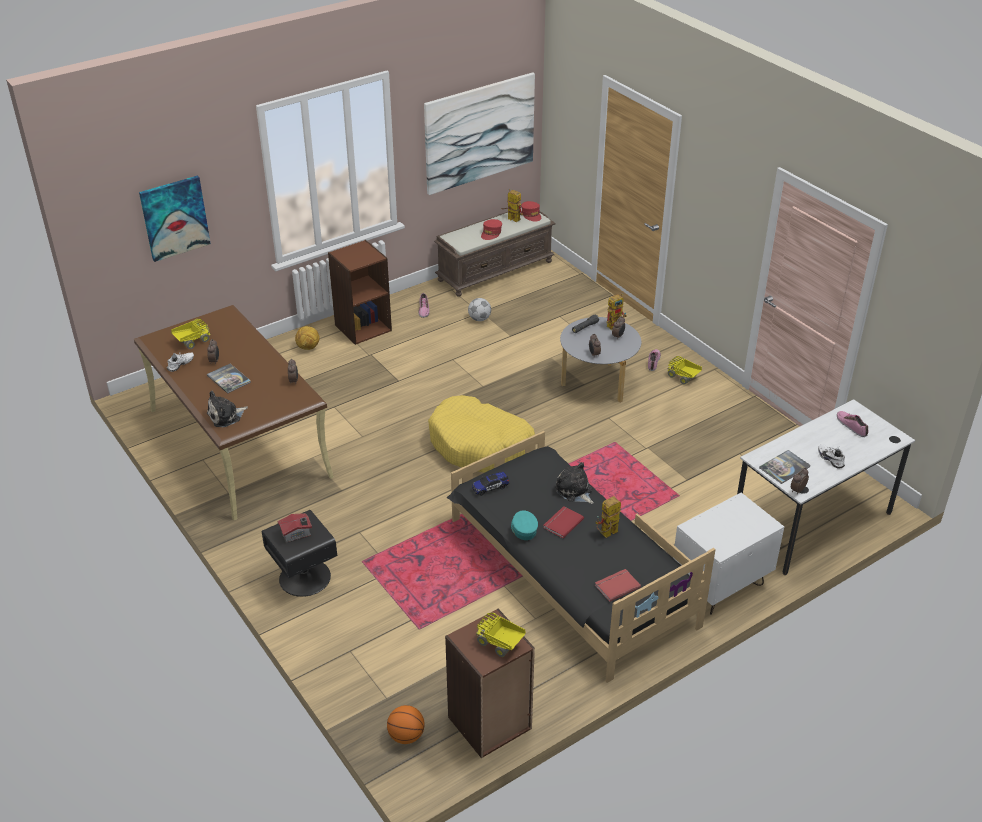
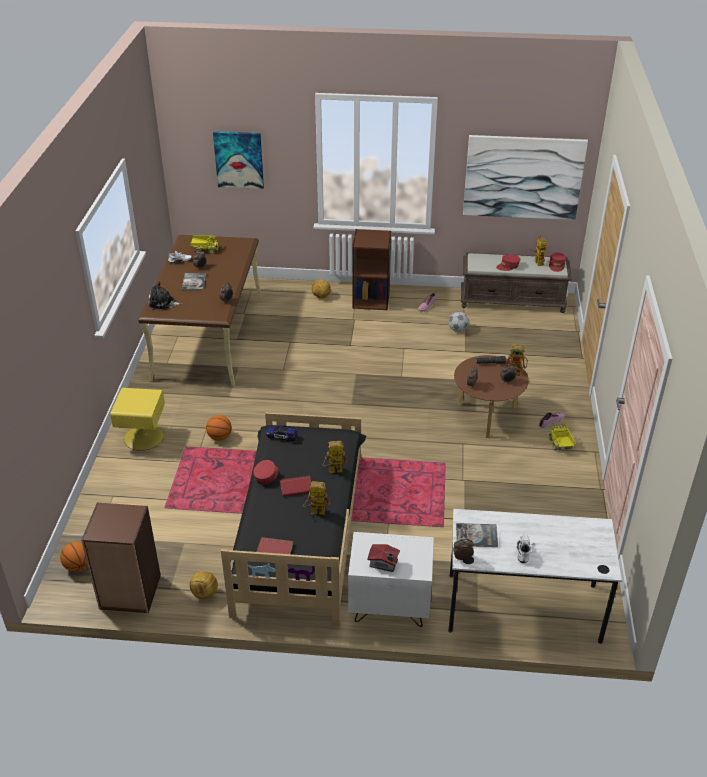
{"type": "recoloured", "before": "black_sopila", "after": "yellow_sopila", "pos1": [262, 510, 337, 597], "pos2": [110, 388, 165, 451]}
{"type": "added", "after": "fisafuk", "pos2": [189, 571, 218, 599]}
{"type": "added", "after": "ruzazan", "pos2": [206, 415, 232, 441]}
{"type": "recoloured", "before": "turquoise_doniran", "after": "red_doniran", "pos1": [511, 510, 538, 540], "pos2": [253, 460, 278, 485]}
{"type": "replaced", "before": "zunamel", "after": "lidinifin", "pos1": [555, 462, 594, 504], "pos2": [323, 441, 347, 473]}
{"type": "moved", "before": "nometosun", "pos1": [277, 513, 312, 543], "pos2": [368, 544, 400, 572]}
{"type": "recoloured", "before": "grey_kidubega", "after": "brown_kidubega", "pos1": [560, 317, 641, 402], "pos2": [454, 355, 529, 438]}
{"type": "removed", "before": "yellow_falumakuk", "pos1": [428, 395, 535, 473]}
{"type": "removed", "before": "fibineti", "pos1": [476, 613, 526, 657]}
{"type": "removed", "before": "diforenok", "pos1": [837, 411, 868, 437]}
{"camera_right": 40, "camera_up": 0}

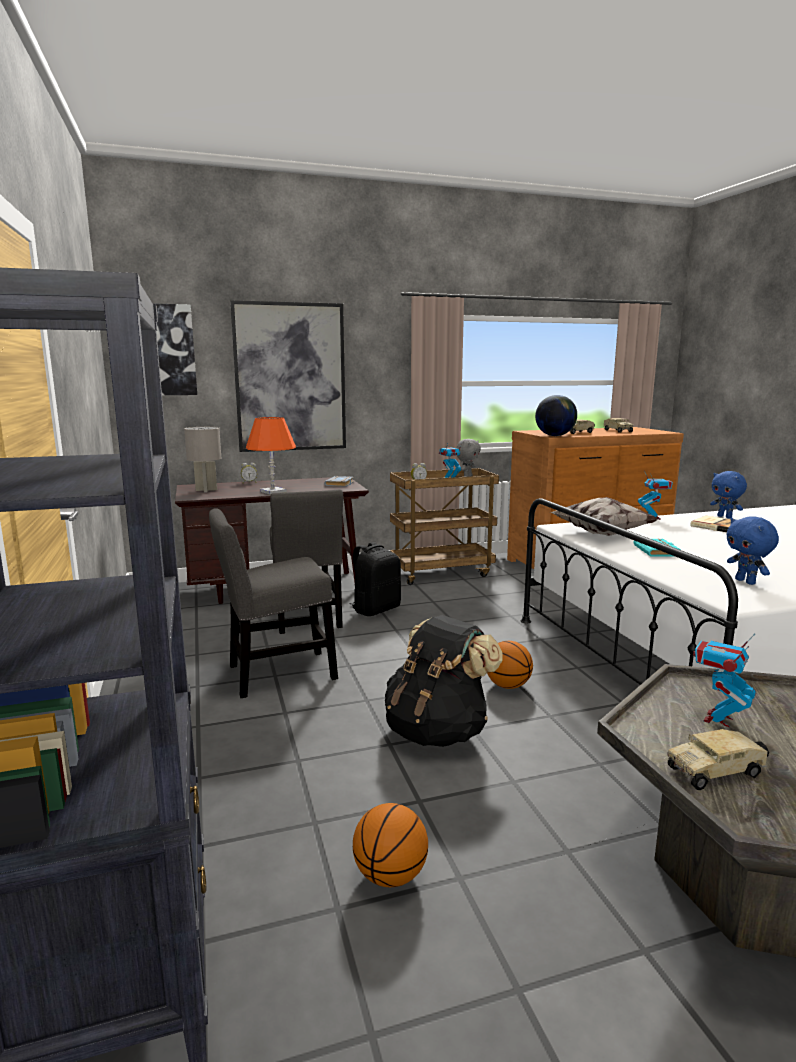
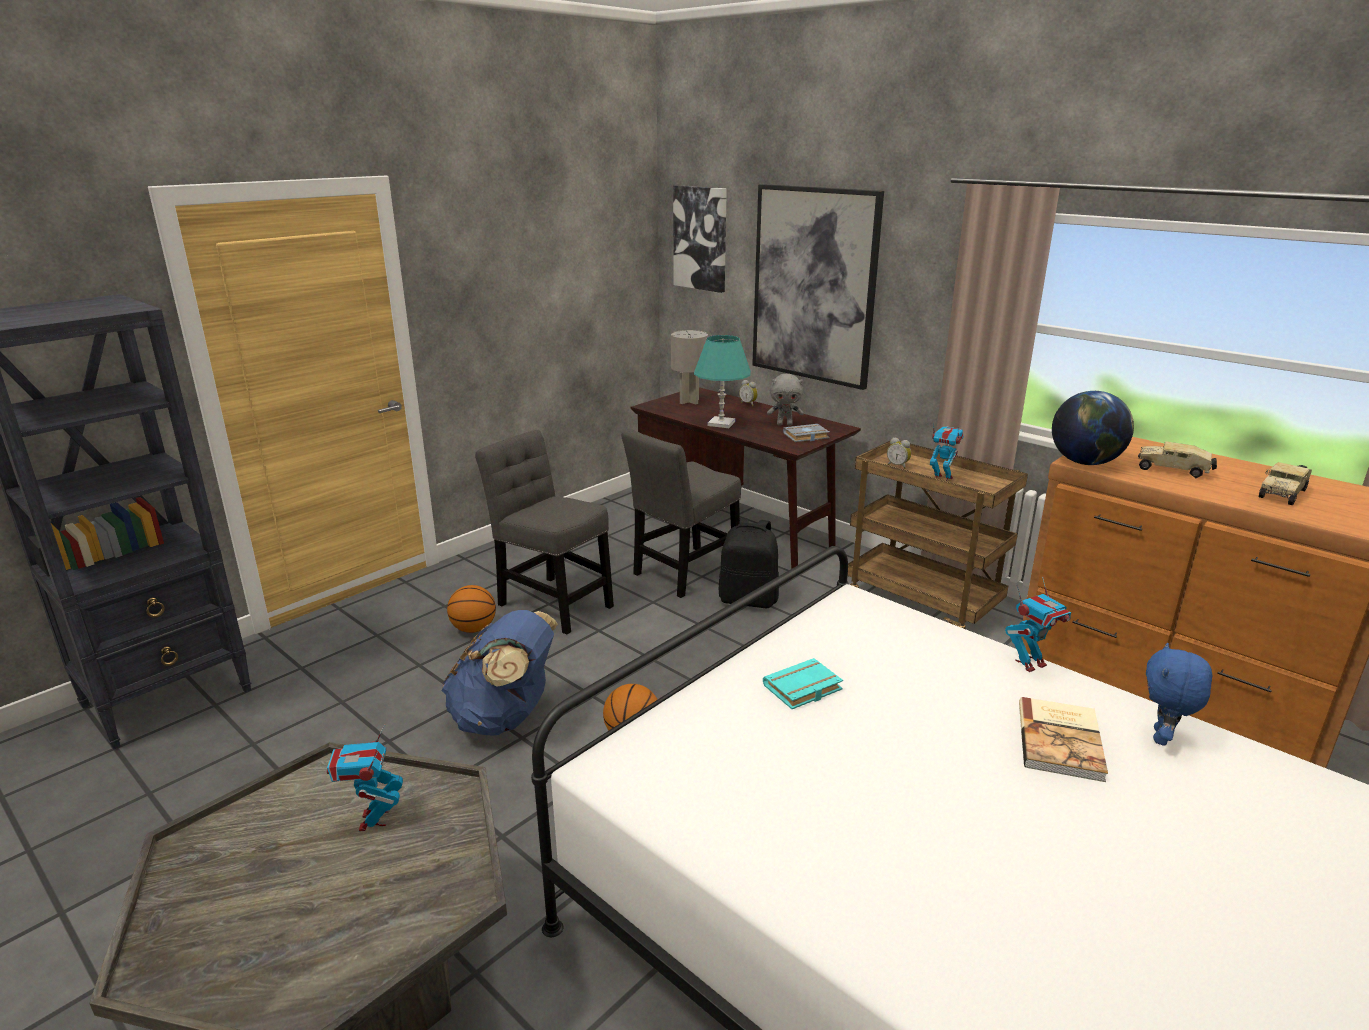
{"type": "turned", "before": "lidinifin", "pos1": [693, 634, 756, 727], "pos2": [327, 725, 403, 831], "turn": -105}
{"type": "recoloured", "before": "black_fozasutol", "after": "blue_fozasutol", "pos1": [385, 615, 503, 747], "pos2": [441, 610, 558, 736]}
{"type": "moved", "before": "ruzazan", "pos1": [353, 803, 428, 887], "pos2": [447, 585, 496, 633]}
{"type": "recoloured", "before": "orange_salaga", "after": "turquoise_salaga", "pos1": [246, 417, 296, 495], "pos2": [694, 335, 751, 428]}
{"type": "moved", "before": "grey_zunamel", "pos1": [456, 439, 481, 477], "pos2": [767, 374, 804, 426]}
{"type": "removed", "before": "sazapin", "pos1": [550, 497, 659, 536]}
{"type": "removed", "before": "fibineti", "pos1": [667, 729, 769, 790]}
{"type": "removed", "before": "blue_zunamel", "pos1": [726, 516, 779, 585]}
{"camera_right": 60, "camera_up": 10}

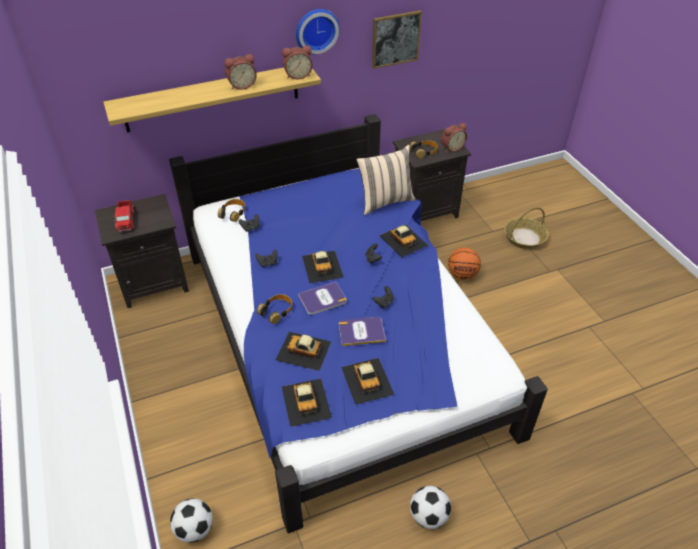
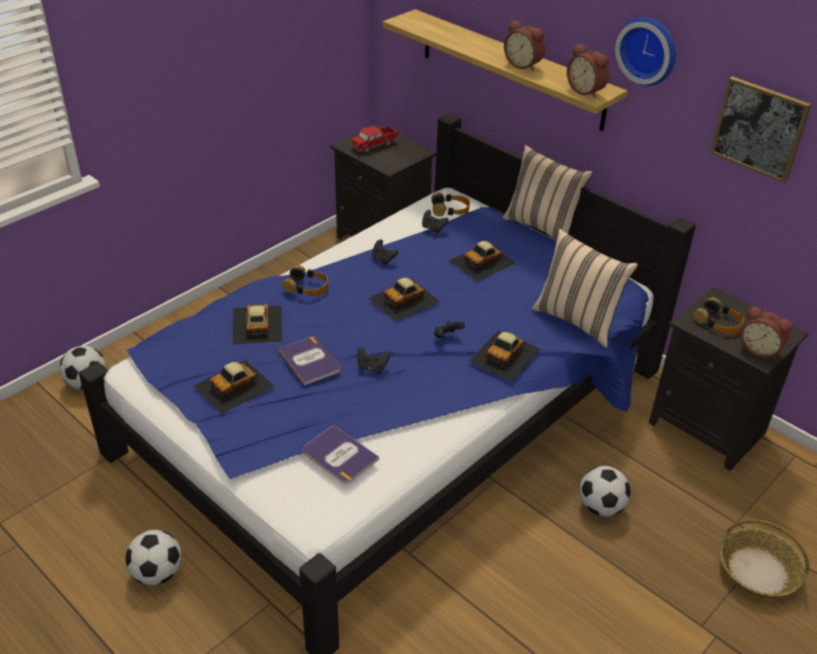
{"type": "moved", "before": "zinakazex", "pos1": [298, 282, 347, 315], "pos2": [303, 425, 379, 484]}
{"type": "moved", "before": "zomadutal", "pos1": [282, 379, 332, 427], "pos2": [449, 241, 516, 282]}
{"type": "added", "after": "beige_sazapin", "pos2": [503, 145, 593, 240]}
{"type": "replaced", "before": "ruzazan", "after": "fisafuk", "pos1": [448, 247, 481, 280], "pos2": [580, 466, 631, 517]}
{"camera_right": 65, "camera_up": -5}

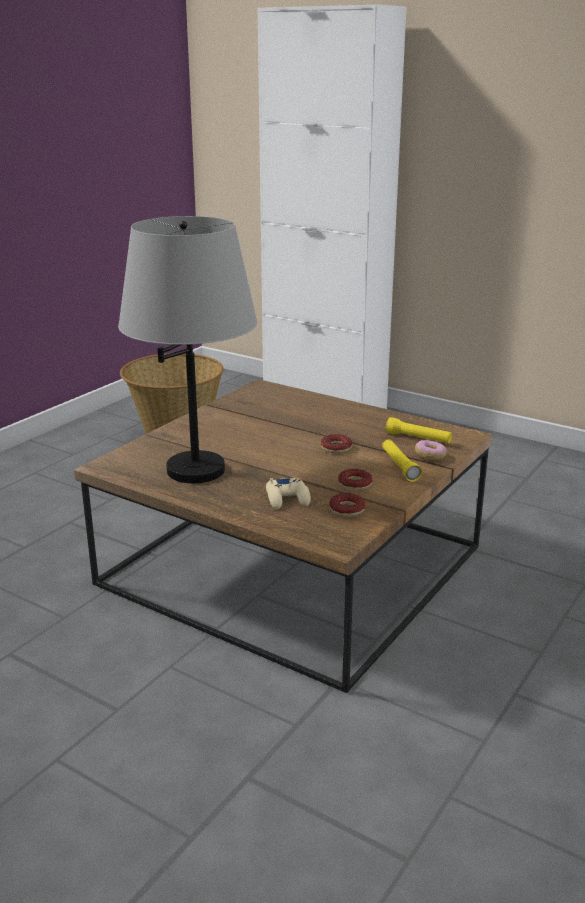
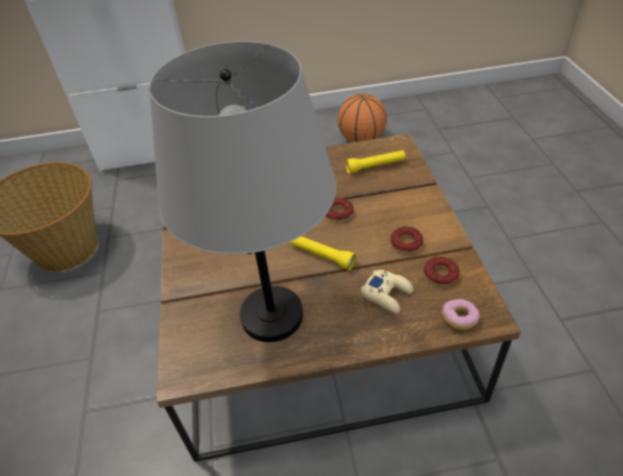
{"type": "moved", "before": "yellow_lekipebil", "pos1": [382, 439, 422, 482], "pos2": [289, 236, 356, 270]}
{"type": "added", "after": "ruzazan", "pos2": [337, 94, 387, 142]}
{"type": "moved", "before": "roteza", "pos1": [415, 440, 447, 460], "pos2": [442, 299, 480, 330]}
{"camera_right": -40, "camera_up": 20}

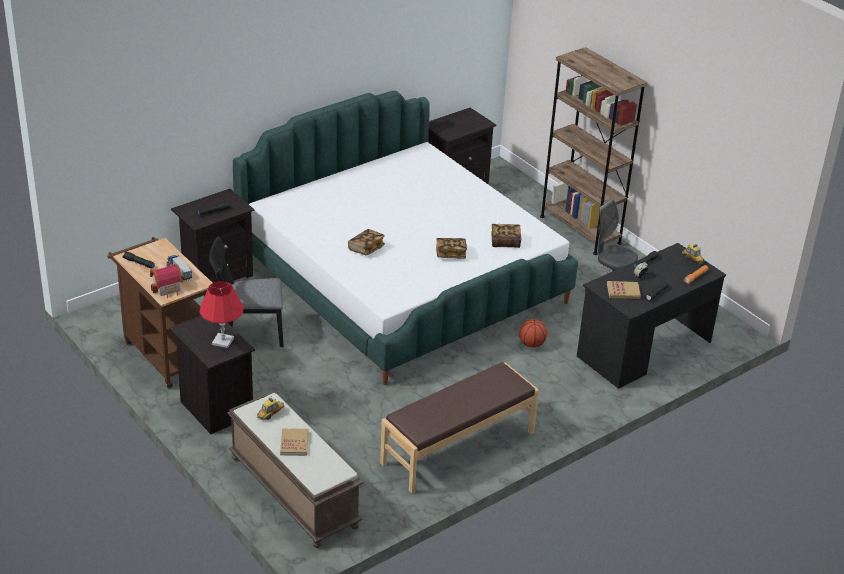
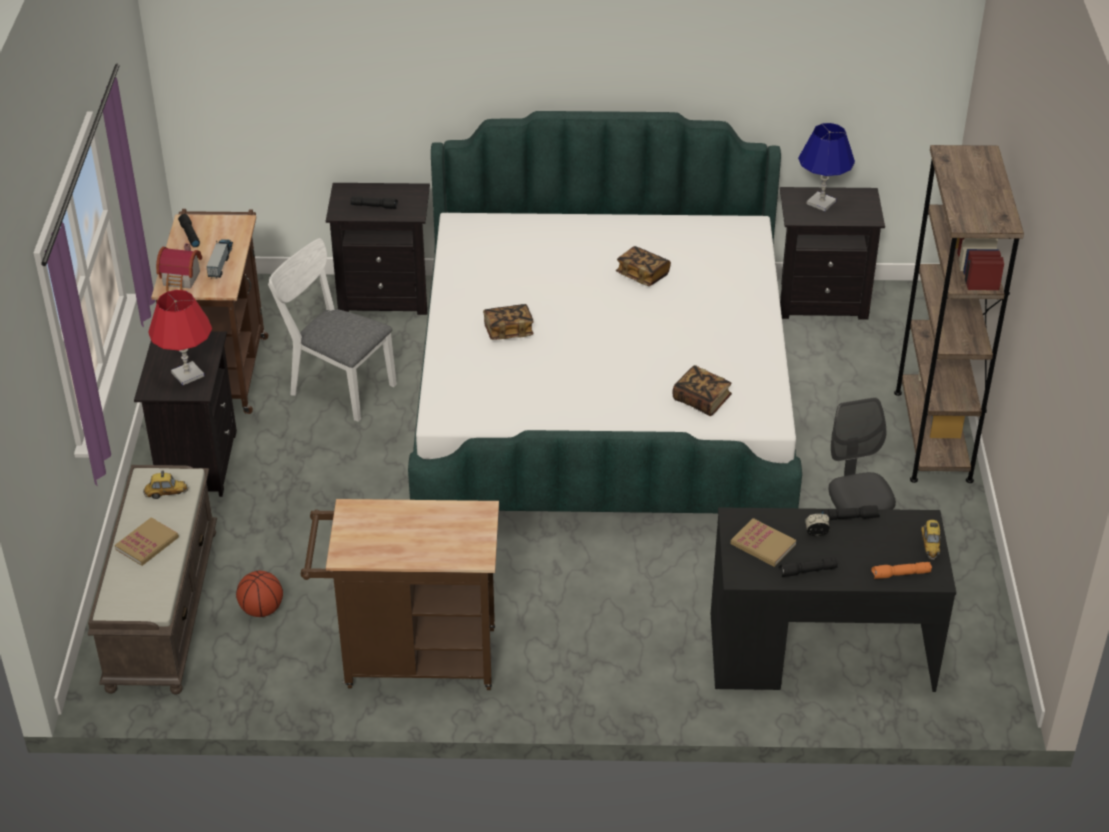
{"type": "moved", "before": "ruzazan", "pos1": [519, 319, 547, 348], "pos2": [236, 571, 283, 617]}
{"type": "recoloured", "before": "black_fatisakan", "after": "white_fatisakan", "pos1": [209, 237, 284, 347], "pos2": [268, 238, 397, 422]}
{"type": "replaced", "before": "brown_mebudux", "after": "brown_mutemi", "pos1": [380, 362, 539, 494], "pos2": [301, 499, 499, 690]}
{"type": "moved", "before": "zinakazex", "pos1": [436, 238, 467, 259], "pos2": [616, 246, 671, 286]}
{"type": "added", "after": "blue_salaga", "pos2": [798, 123, 855, 211]}
{"camera_right": 40, "camera_up": 5}

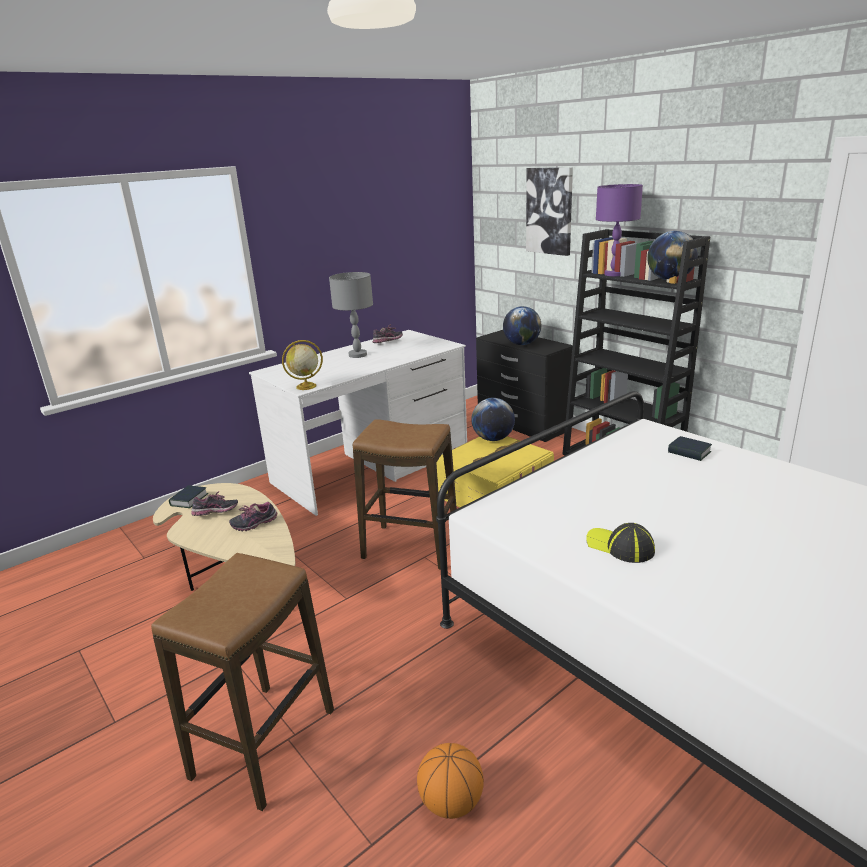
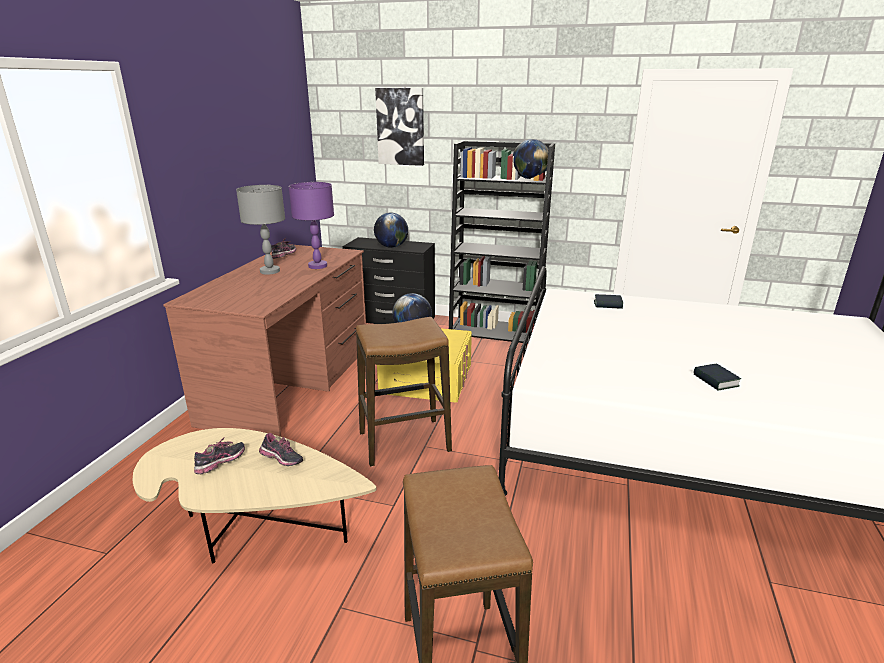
{"type": "recoloured", "before": "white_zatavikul", "after": "brown_zatavikul", "pos1": [249, 330, 467, 516], "pos2": [163, 244, 366, 437]}
{"type": "turned", "before": "diforenok", "pos1": [229, 502, 277, 531], "pos2": [259, 433, 303, 466], "turn": -90}
{"type": "moved", "before": "purple_salaga", "pos1": [596, 184, 643, 276], "pos2": [289, 182, 334, 269]}
{"type": "moved", "before": "zinakazex", "pos1": [169, 485, 208, 508], "pos2": [694, 364, 741, 391]}
{"type": "removed", "before": "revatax", "pos1": [282, 340, 323, 390]}
{"type": "removed", "before": "ruzazan", "pos1": [417, 743, 484, 819]}
{"type": "removed", "before": "doniran", "pos1": [586, 523, 655, 563]}
{"camera_right": -35, "camera_up": 0}

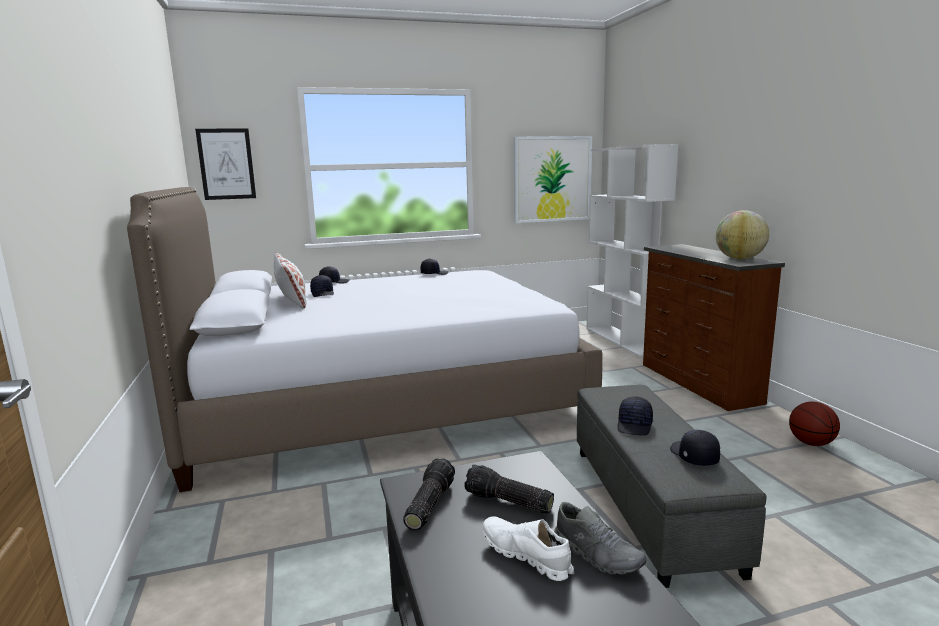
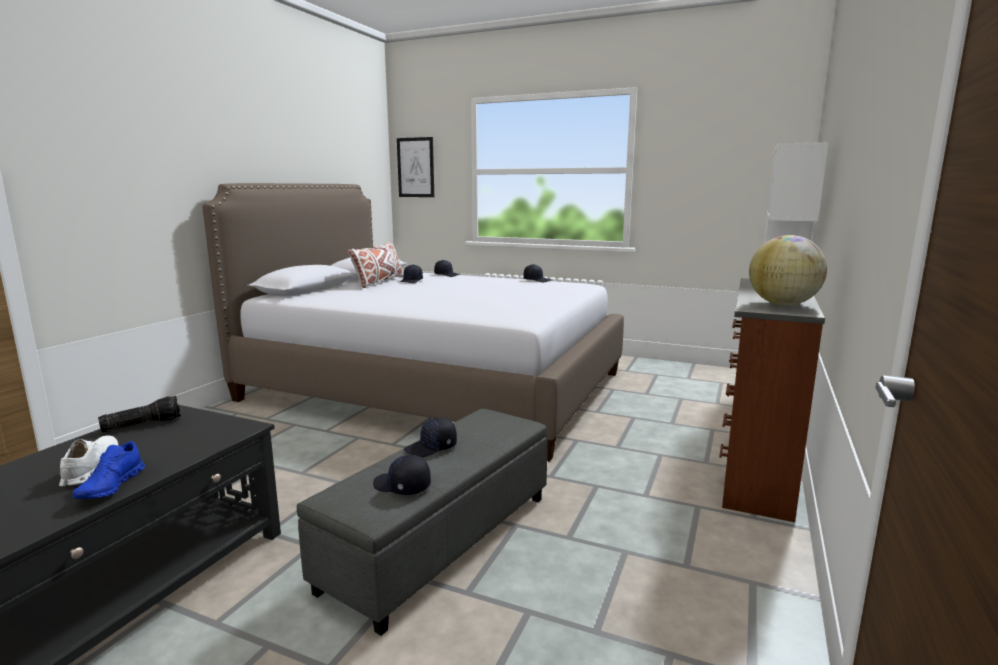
{"type": "recoloured", "before": "grey_diforenok", "after": "blue_diforenok", "pos1": [554, 502, 646, 574], "pos2": [73, 441, 145, 499]}
{"type": "turned", "before": "black_doniran", "pos1": [670, 430, 720, 466], "pos2": [373, 455, 431, 495], "turn": -90}
{"type": "removed", "before": "lekipebil", "pos1": [464, 464, 554, 514]}
{"type": "removed", "before": "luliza", "pos1": [514, 136, 592, 223]}
{"type": "removed", "before": "ruzazan", "pos1": [789, 401, 840, 446]}
{"camera_right": 40, "camera_up": 0}

